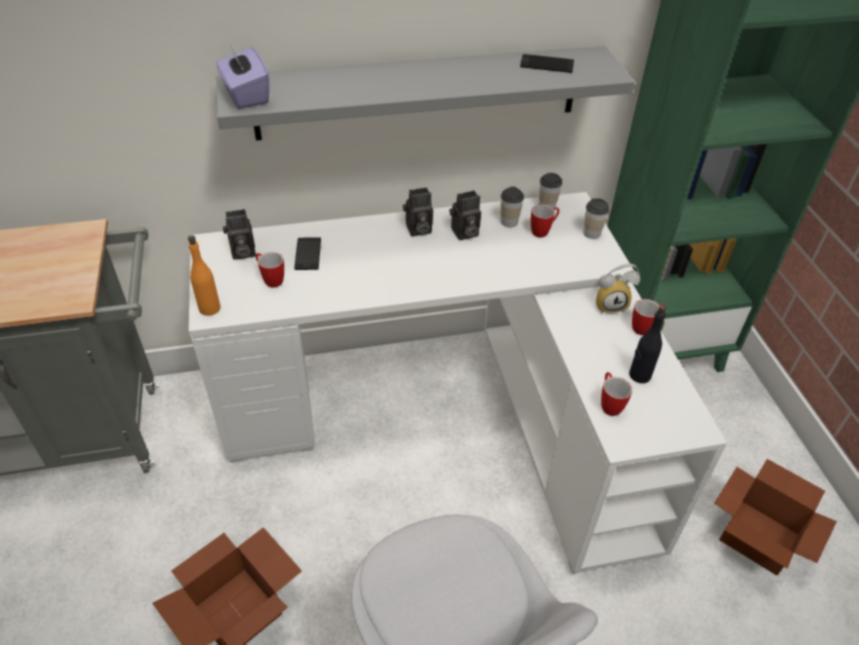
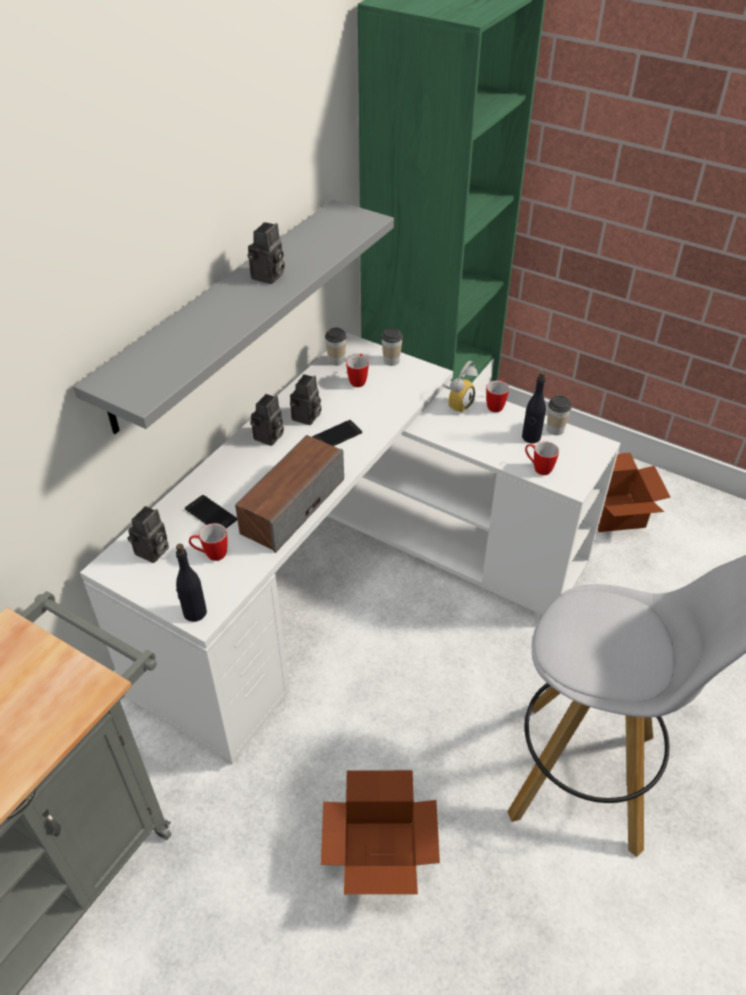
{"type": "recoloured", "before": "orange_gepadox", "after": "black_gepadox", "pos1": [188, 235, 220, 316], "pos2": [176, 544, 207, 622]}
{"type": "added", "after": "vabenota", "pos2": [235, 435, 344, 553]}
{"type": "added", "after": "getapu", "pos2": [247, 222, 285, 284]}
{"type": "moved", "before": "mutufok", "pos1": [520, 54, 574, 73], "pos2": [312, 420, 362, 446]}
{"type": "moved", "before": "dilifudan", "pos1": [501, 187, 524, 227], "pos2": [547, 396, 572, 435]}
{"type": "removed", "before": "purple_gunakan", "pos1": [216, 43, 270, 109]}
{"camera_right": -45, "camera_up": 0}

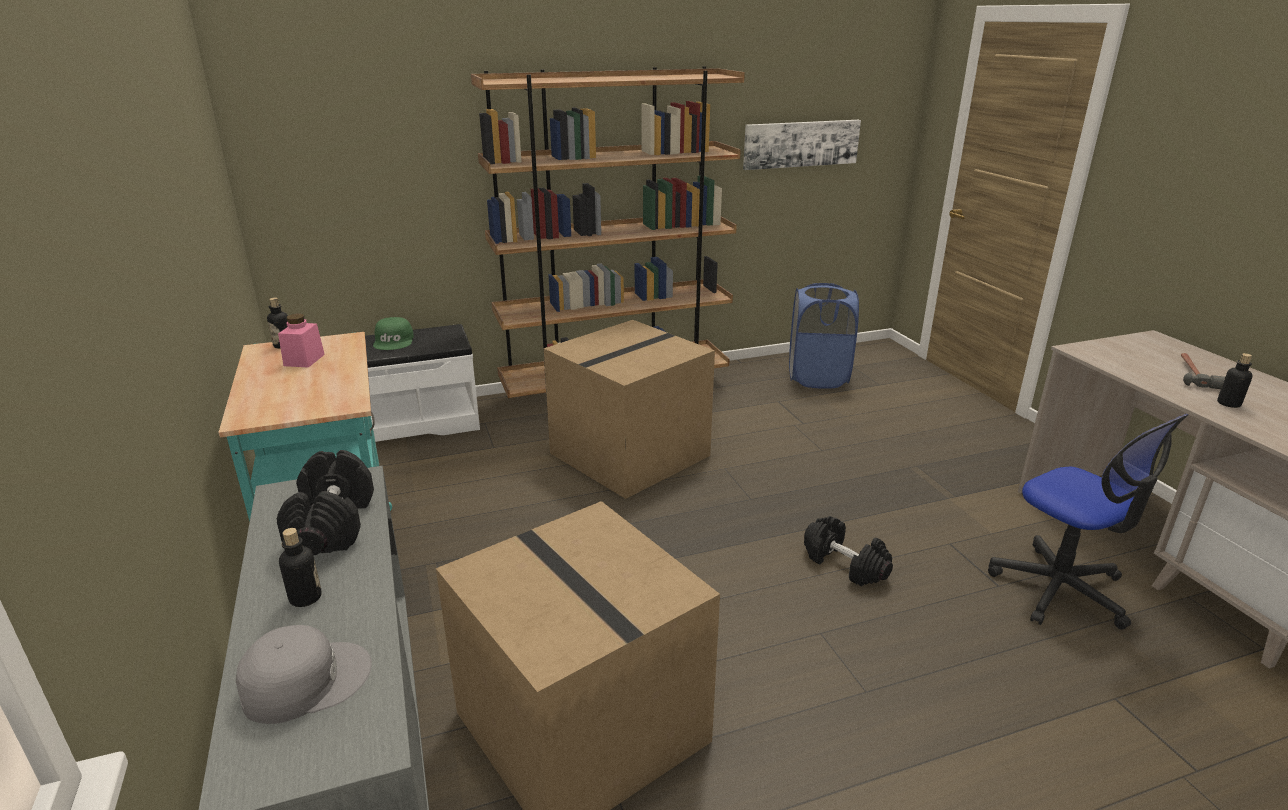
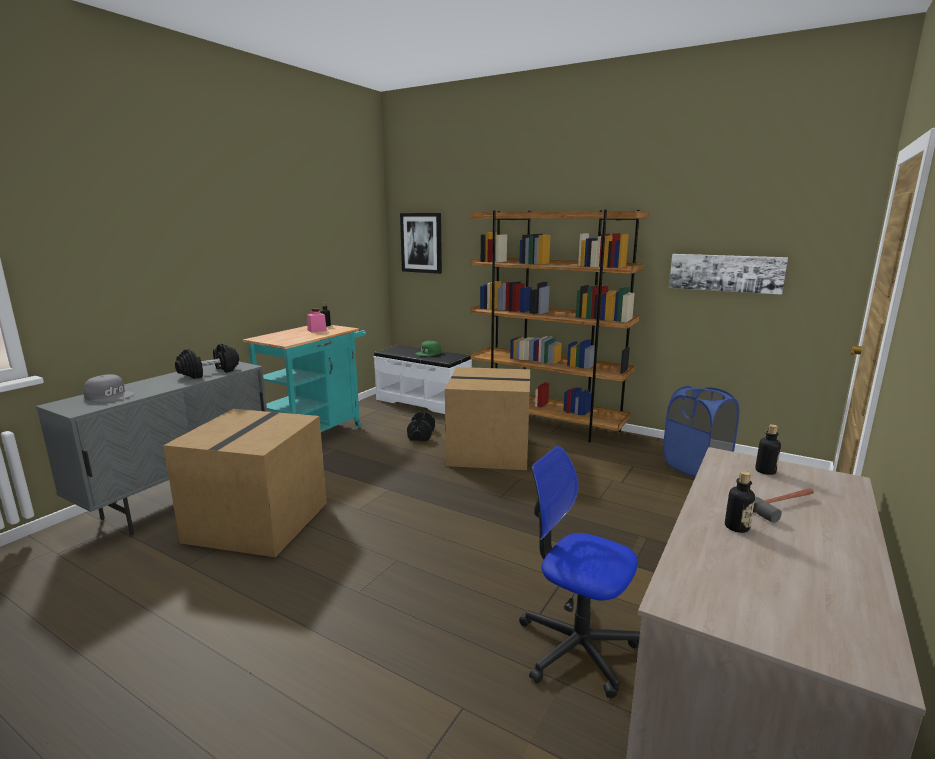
{"type": "added", "after": "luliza", "pos2": [400, 213, 442, 274]}
{"type": "moved", "before": "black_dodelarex", "pos1": [804, 516, 893, 586], "pos2": [407, 411, 435, 441]}
{"type": "turned", "before": "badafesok", "pos1": [988, 414, 1189, 630], "pos2": [519, 446, 640, 698], "turn": 105}
{"type": "moved", "before": "gepadox", "pos1": [279, 528, 322, 607], "pos2": [755, 424, 781, 475]}
{"camera_right": 50, "camera_up": -10}

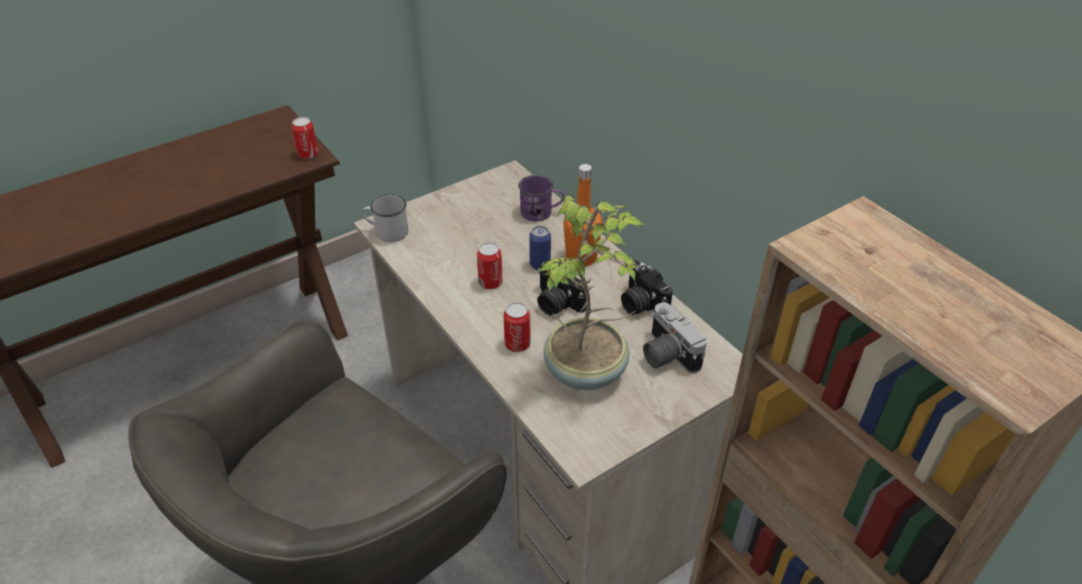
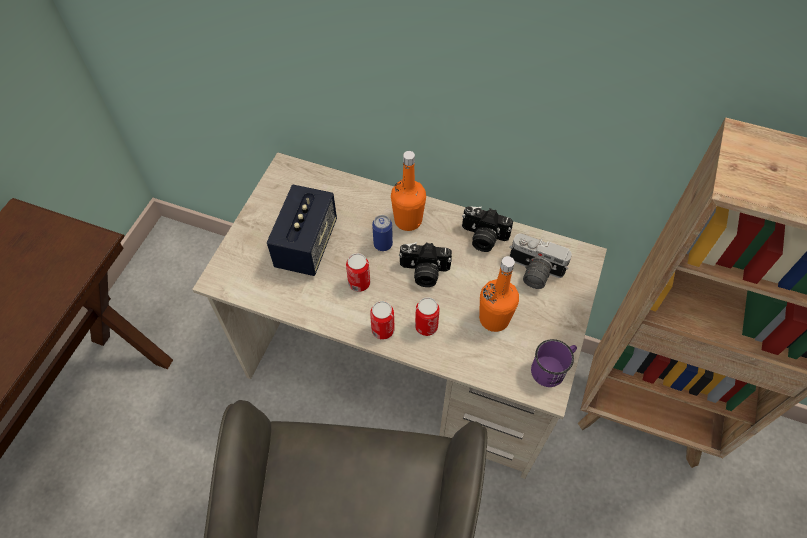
{"type": "added", "after": "vabenota", "pos2": [267, 185, 337, 276]}
{"type": "moved", "before": "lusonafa", "pos1": [292, 117, 319, 159], "pos2": [370, 301, 395, 340]}
{"type": "replaced", "before": "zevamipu", "after": "orange_gepadox", "pos1": [537, 195, 645, 390], "pos2": [479, 256, 519, 332]}
{"type": "moved", "before": "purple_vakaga", "pos1": [518, 175, 564, 221], "pos2": [531, 339, 577, 387]}
{"type": "removed", "before": "white_vakaga", "pos1": [362, 194, 408, 242]}
{"camera_right": -35, "camera_up": 15}

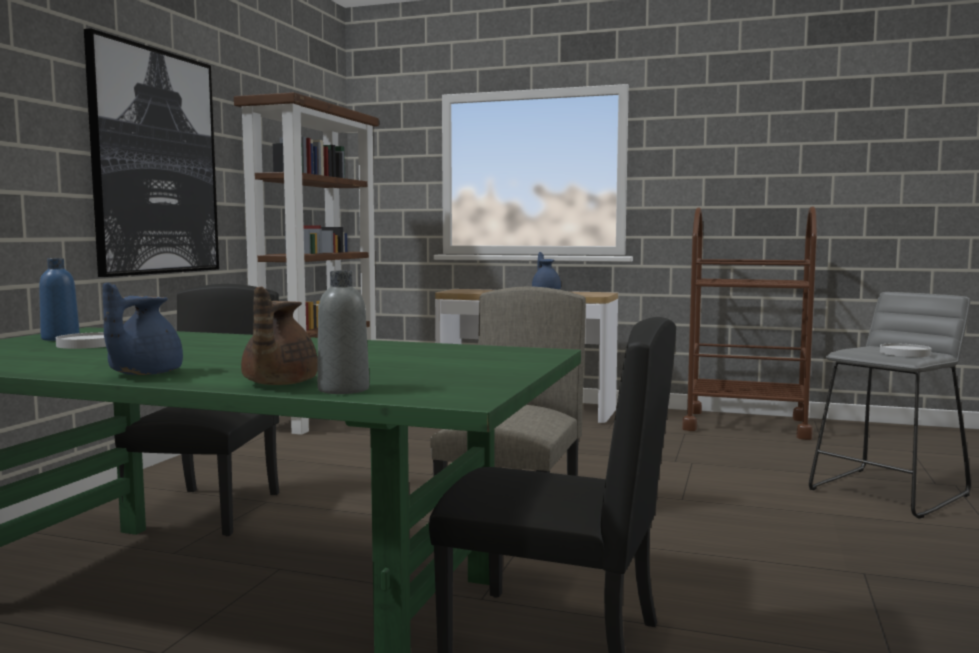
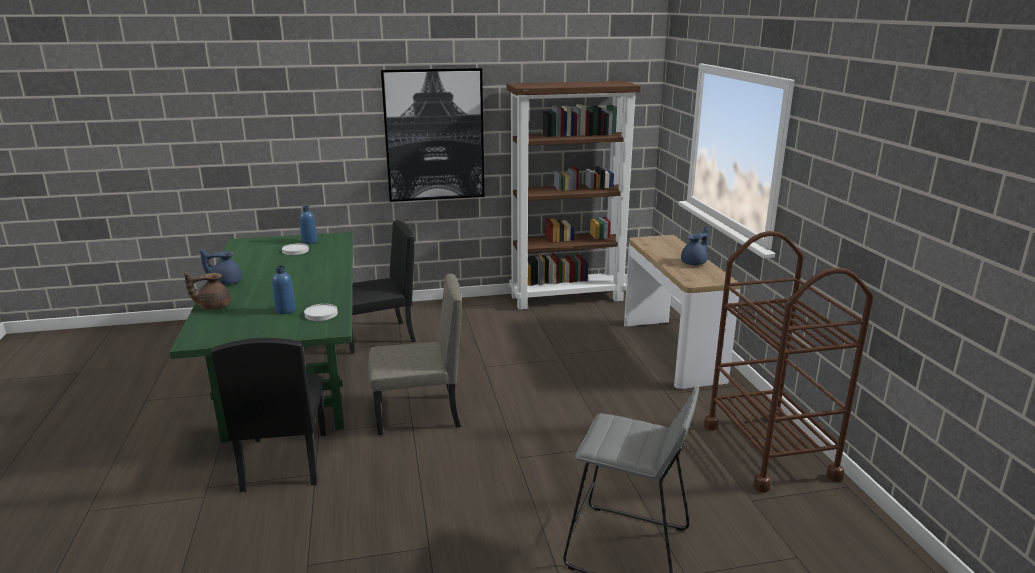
{"type": "added", "after": "blue_gepadox", "pos2": [272, 265, 296, 314]}
{"type": "moved", "before": "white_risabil", "pos1": [880, 343, 931, 357], "pos2": [304, 304, 338, 321]}
{"type": "removed", "before": "grey_gepadox", "pos1": [317, 271, 369, 394]}
{"camera_right": 60, "camera_up": 15}

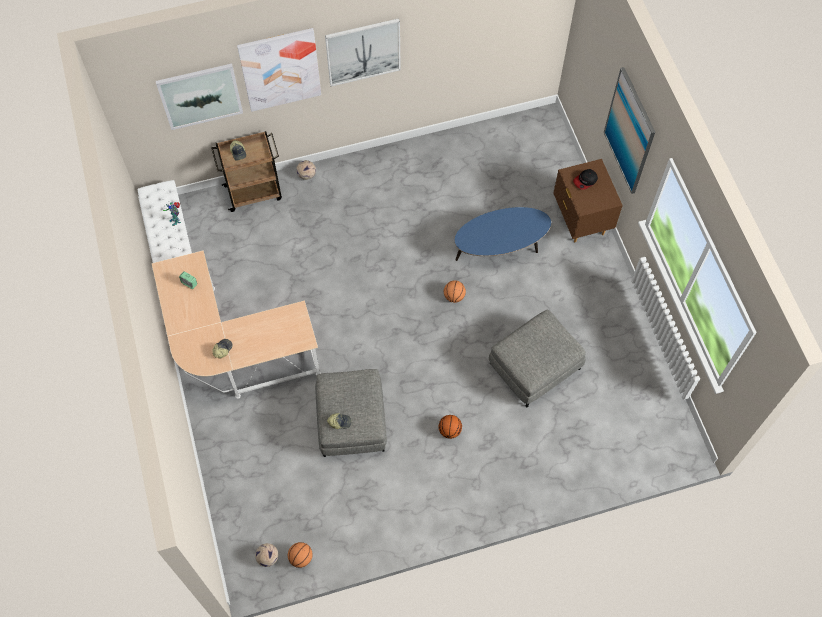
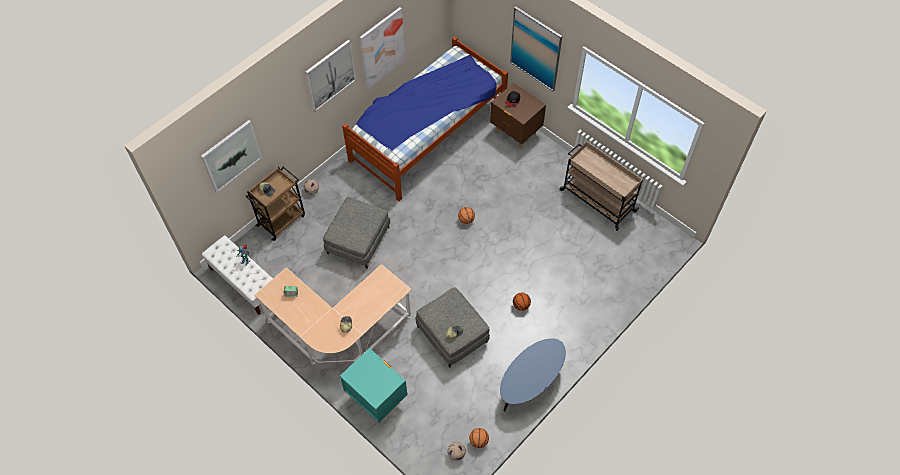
{"type": "moved", "before": "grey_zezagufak", "pos1": [489, 309, 586, 407], "pos2": [323, 197, 390, 269]}
{"type": "added", "after": "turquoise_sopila", "pos2": [340, 348, 407, 423]}
{"type": "added", "after": "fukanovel", "pos2": [342, 37, 508, 201]}
{"type": "moved", "before": "luliza", "pos1": [237, 28, 321, 112], "pos2": [360, 7, 405, 89]}
{"type": "moved", "before": "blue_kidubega", "pos1": [455, 207, 551, 261], "pos2": [500, 338, 566, 411]}
{"type": "added", "after": "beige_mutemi", "pos2": [559, 141, 643, 231]}
{"camera_right": -30, "camera_up": -5}

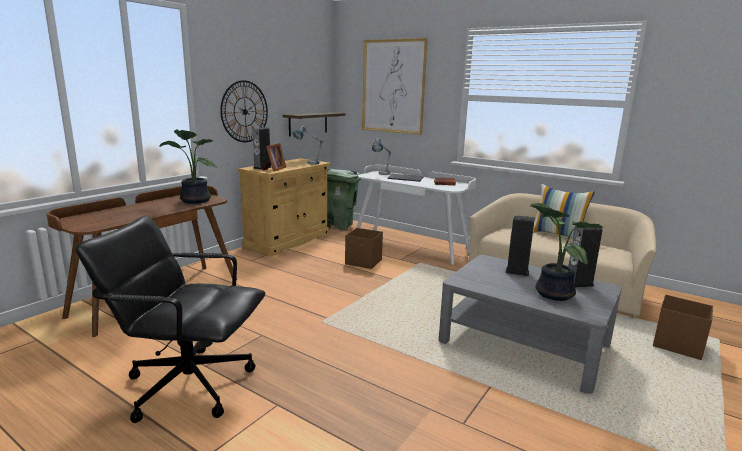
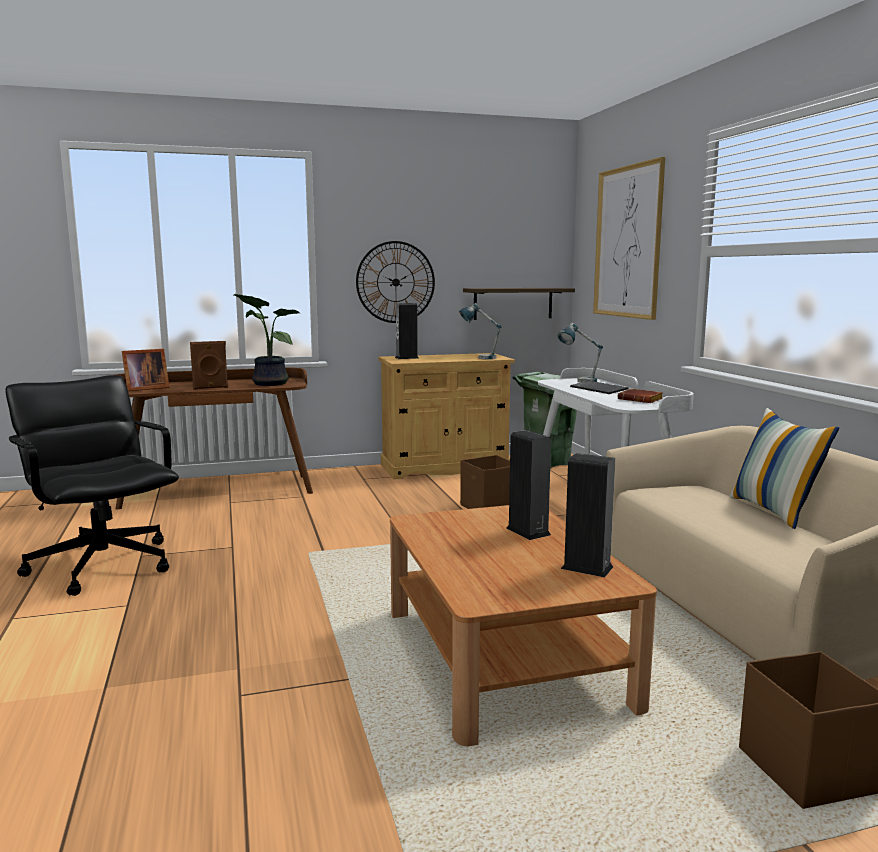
{"type": "moved", "before": "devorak", "pos1": [263, 143, 286, 172], "pos2": [122, 349, 169, 391]}
{"type": "added", "after": "brown_vabenota", "pos2": [190, 341, 228, 390]}
{"type": "recoloured", "before": "grey_kidubega", "after": "brown_kidubega", "pos1": [439, 255, 622, 394], "pos2": [390, 505, 657, 746]}
{"type": "removed", "before": "zevamipu", "pos1": [530, 203, 604, 301]}
{"camera_right": 40, "camera_up": -5}

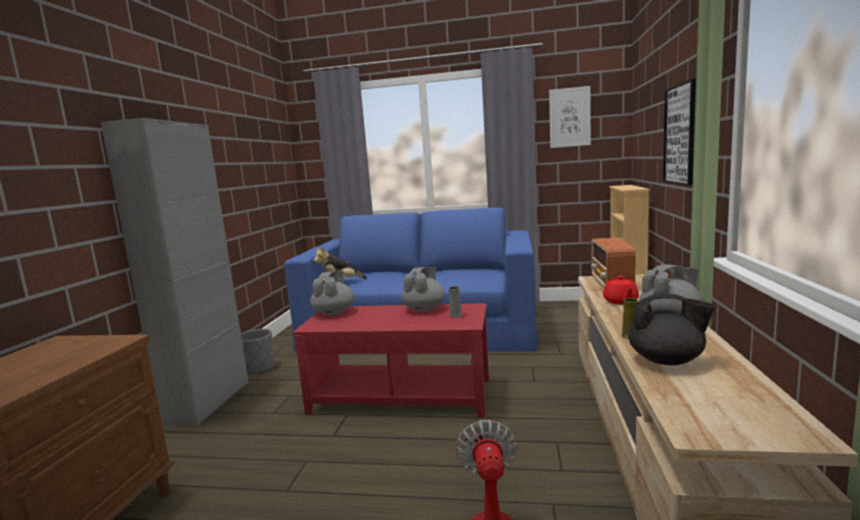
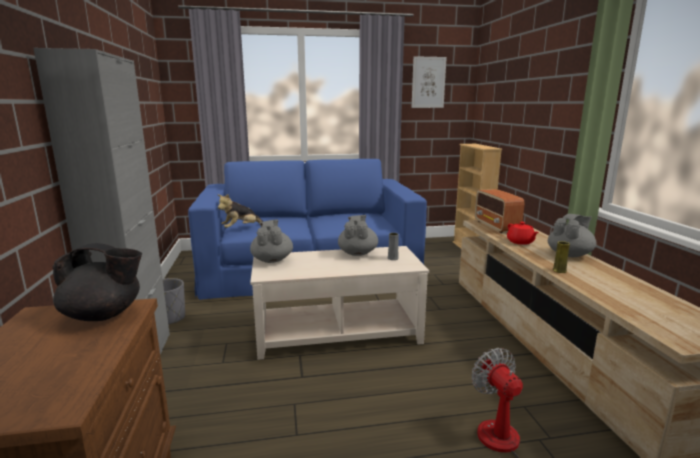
{"type": "moved", "before": "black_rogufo", "pos1": [629, 293, 716, 365], "pos2": [53, 243, 142, 321]}
{"type": "recoloured", "before": "red_kidubega", "after": "beige_kidubega", "pos1": [292, 303, 489, 418], "pos2": [250, 246, 429, 360]}
{"type": "removed", "before": "luliza", "pos1": [663, 79, 696, 186]}
{"camera_right": -20, "camera_up": 5}

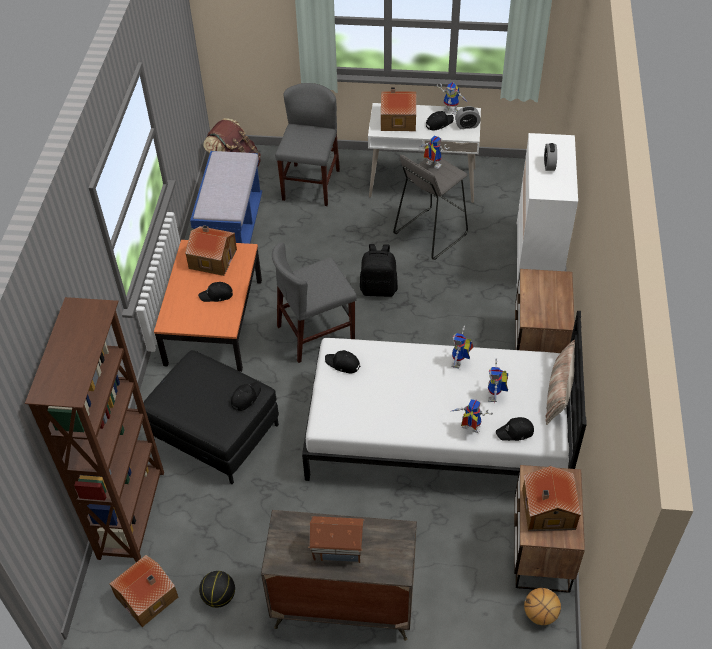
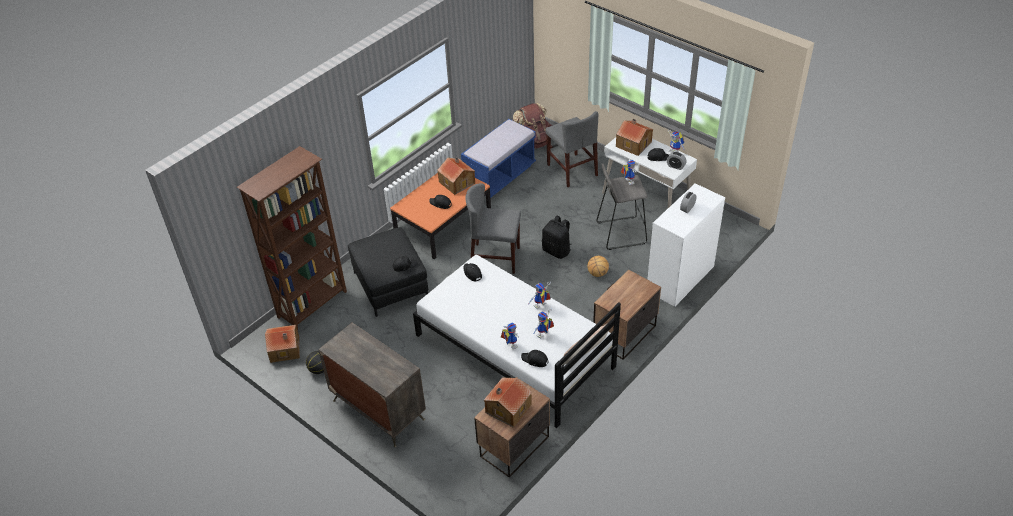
{"type": "turned", "before": "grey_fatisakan", "pos1": [275, 83, 340, 206], "pos2": [545, 111, 598, 187], "turn": 105}
{"type": "moved", "before": "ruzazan", "pos1": [524, 588, 561, 625], "pos2": [587, 256, 609, 277]}
{"type": "removed", "before": "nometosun", "pos1": [308, 516, 364, 563]}
{"camera_right": 35, "camera_up": -5}

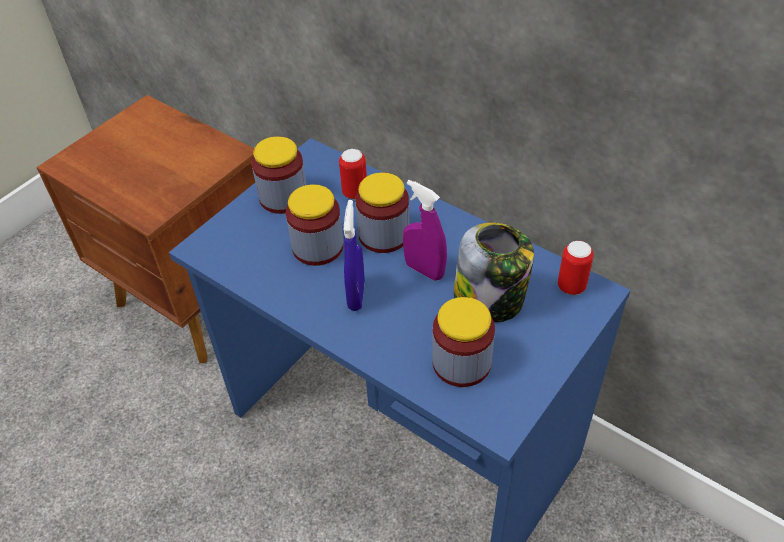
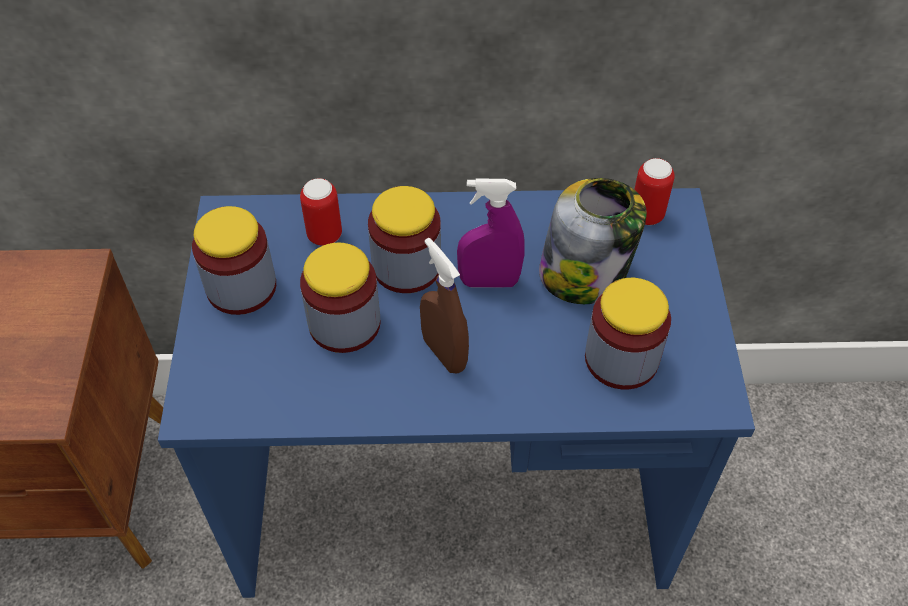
{"type": "recoloured", "before": "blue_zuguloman", "after": "brown_zuguloman", "pos1": [344, 200, 365, 311], "pos2": [420, 238, 469, 373]}
{"camera_right": -40, "camera_up": 5}

